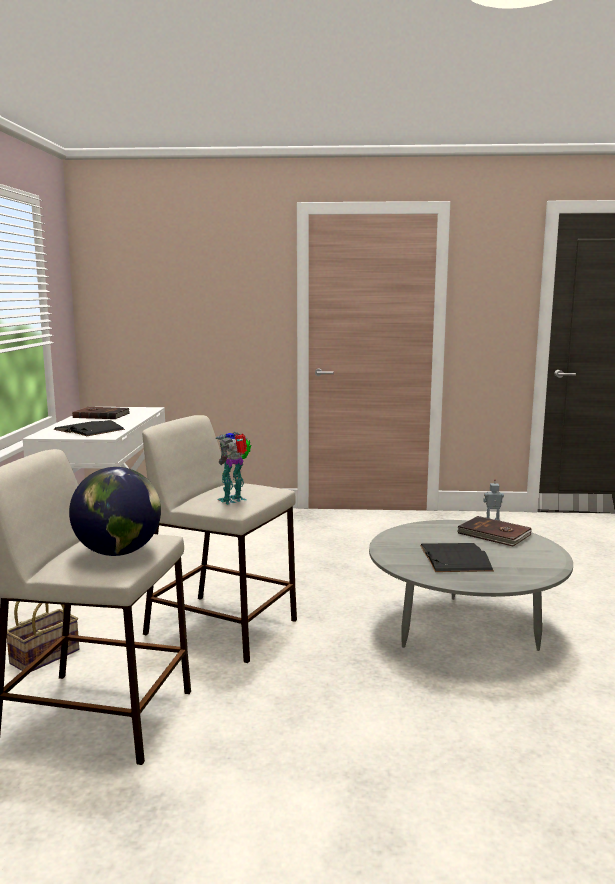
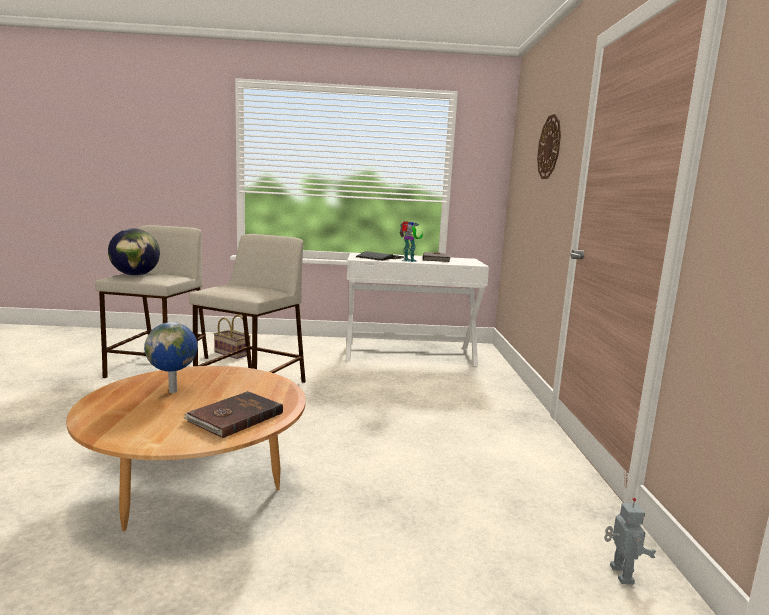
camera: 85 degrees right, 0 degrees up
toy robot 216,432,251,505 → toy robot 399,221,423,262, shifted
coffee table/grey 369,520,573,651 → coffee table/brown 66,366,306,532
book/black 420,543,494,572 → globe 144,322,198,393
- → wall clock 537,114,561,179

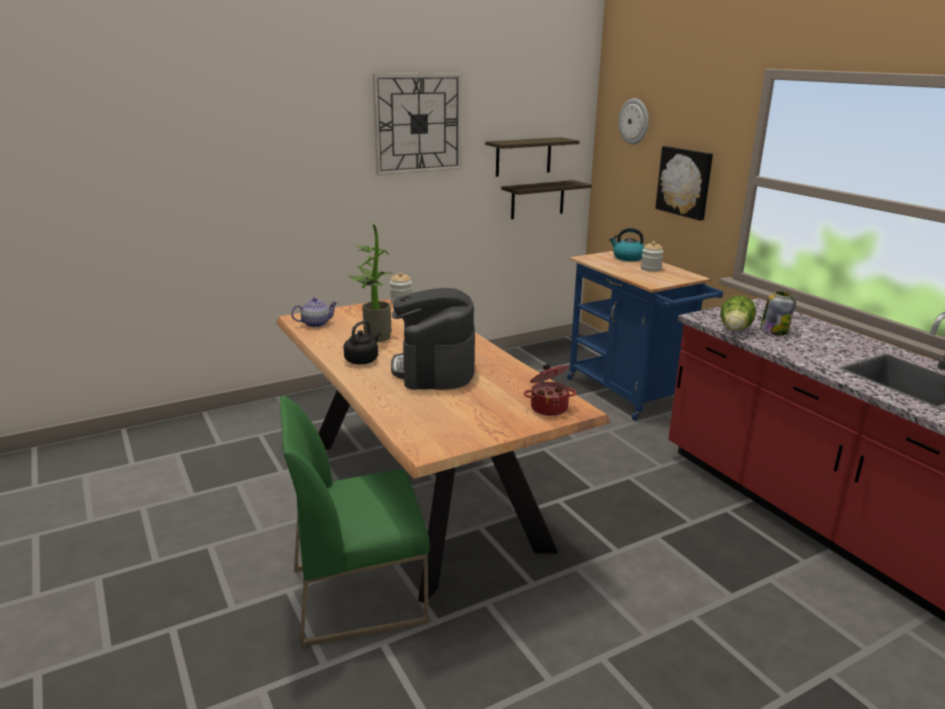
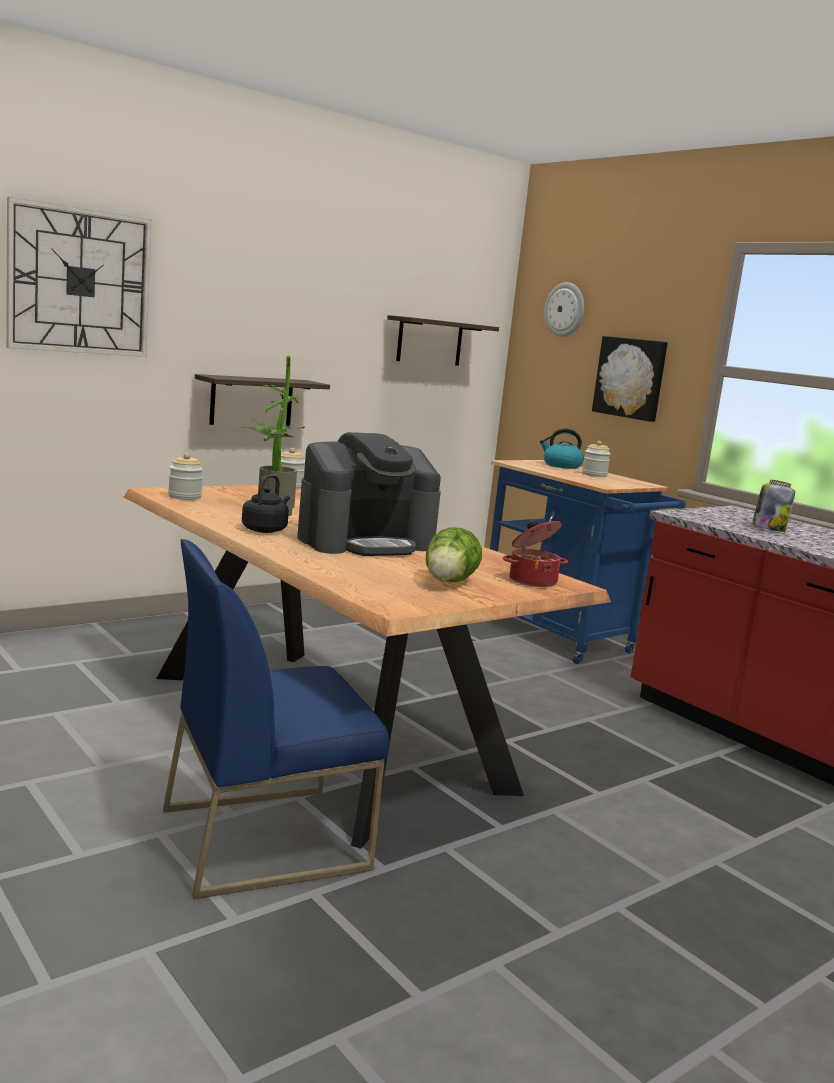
camera: 10 degrees left, 10 degrees down
chair/green 280,396,430,647 → chair/blue 163,539,389,899
teapot 291,297,338,327 → jar 168,453,203,500
wall clock 373,73,462,175 → wall clock 6,197,152,357, shifted
coffee machine 391,288,475,390 → coffee machine 297,432,441,556, 105 degrees counterclockwise
shelf 501,180,592,219 → shelf 195,374,330,426, shifted
lettuce 720,296,756,331 → lettuce 426,527,482,582, shifted

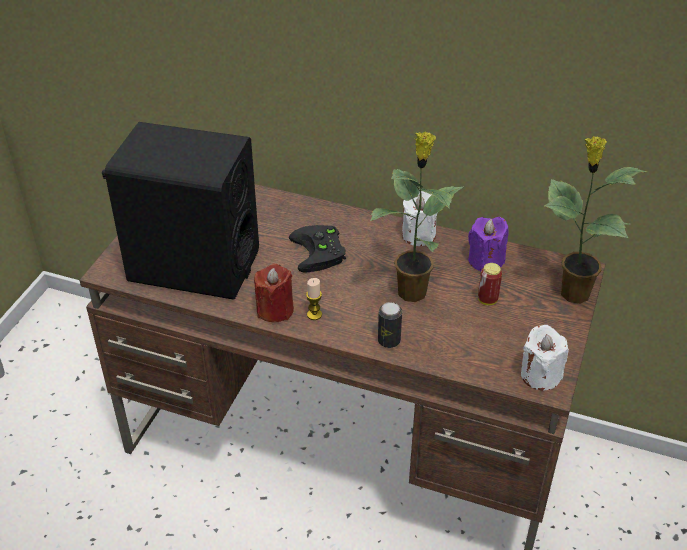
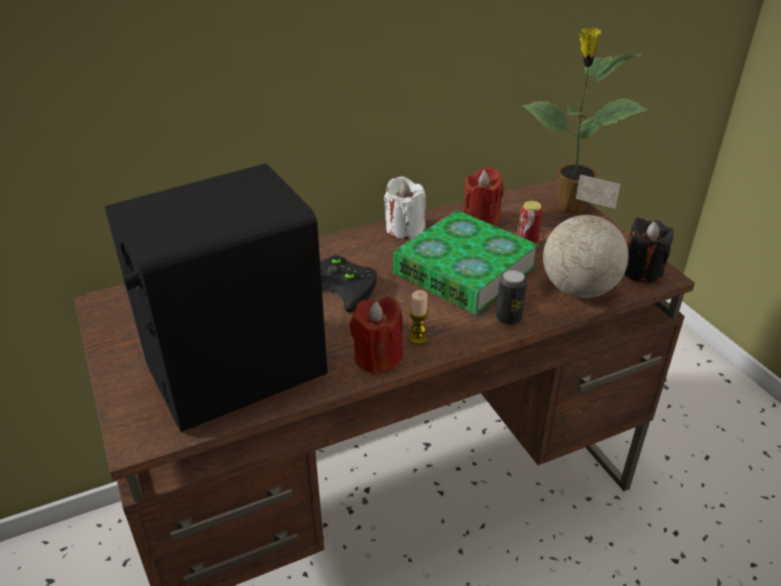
camera: 45 degrees left, 5 degrees down
potted plant 370,131,464,302 → book 393,210,538,314
candle/purple 468,217,508,272 → candle/red 464,167,504,226
candle/white 521,325,569,391 → candle/black 624,217,674,284
- → globe 543,175,628,298

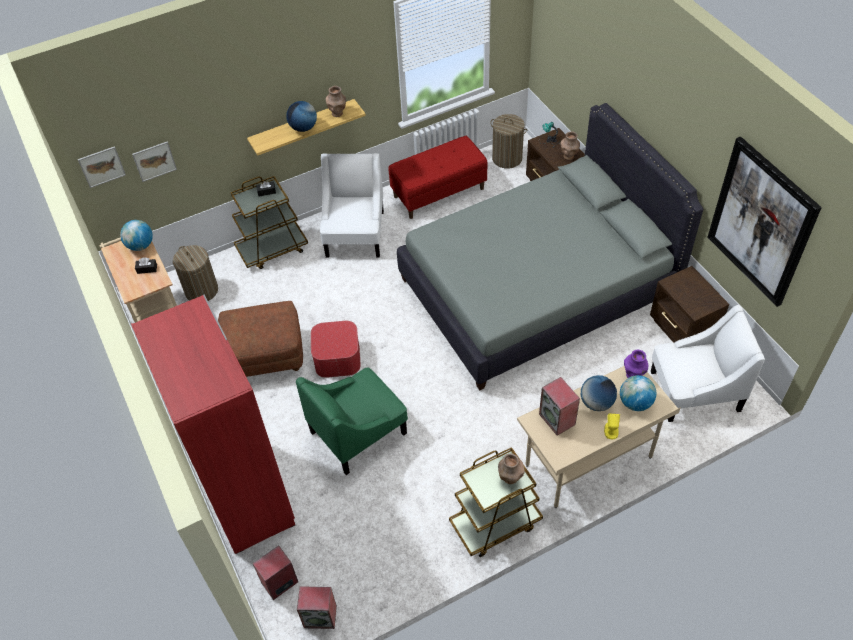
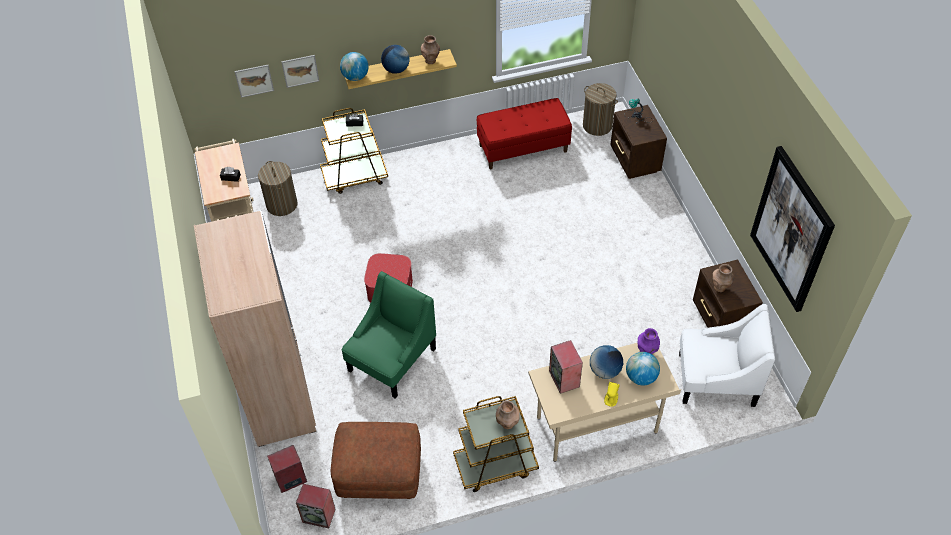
camera: 10 degrees right, 0 degrees up
picture 78,146,126,188 → picture 281,55,319,88, shifted
globe 120,220,153,251 → globe 340,52,369,81, shifted
wardrobe/red 131,295,295,554 → wardrobe/beige 194,210,316,447
ottoman/brown 218,301,303,377 → ottoman/brown 331,422,421,499, shifted
armchair/green 296,368,408,475 → armchair/green 342,271,436,399, 150 degrees clockwise
armchair/white 320,153,384,258 → -
bed/grey 397,103,703,391 → -
vase/brown 561,131,580,160 → vase/brown 712,264,734,292, shifted

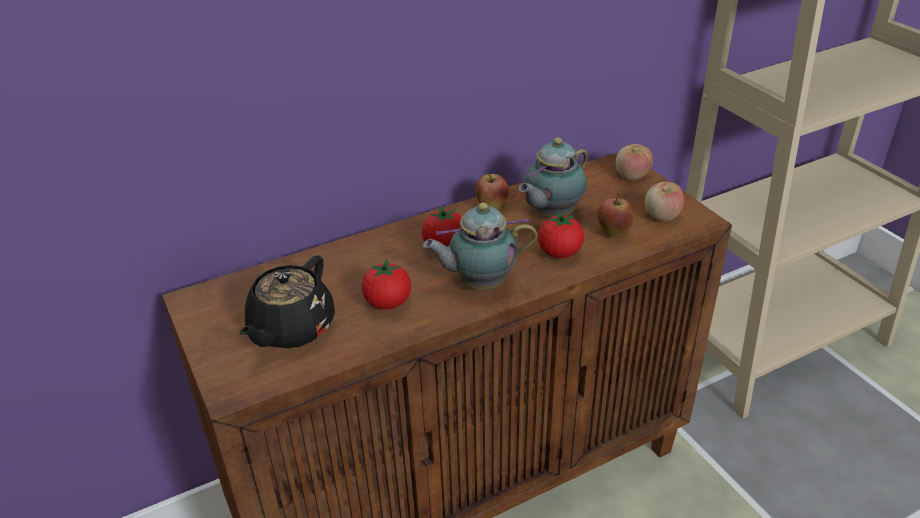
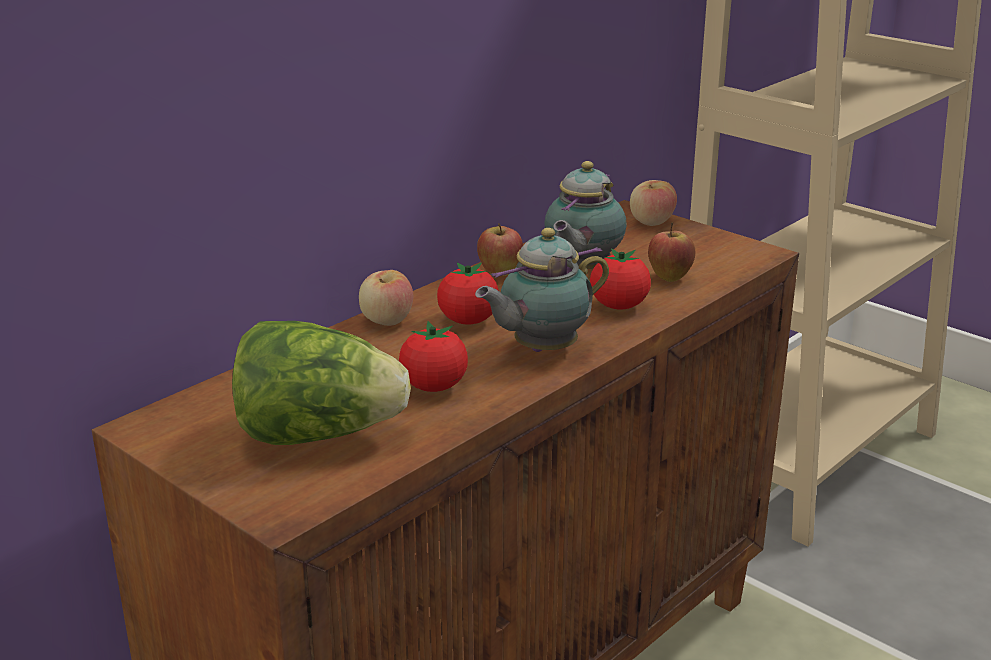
camera: 20 degrees left, 10 degrees down
teapot/black 239,255,335,348 → lettuce 232,321,411,445
apple 645,182,684,221 → apple 359,270,413,326, shifted

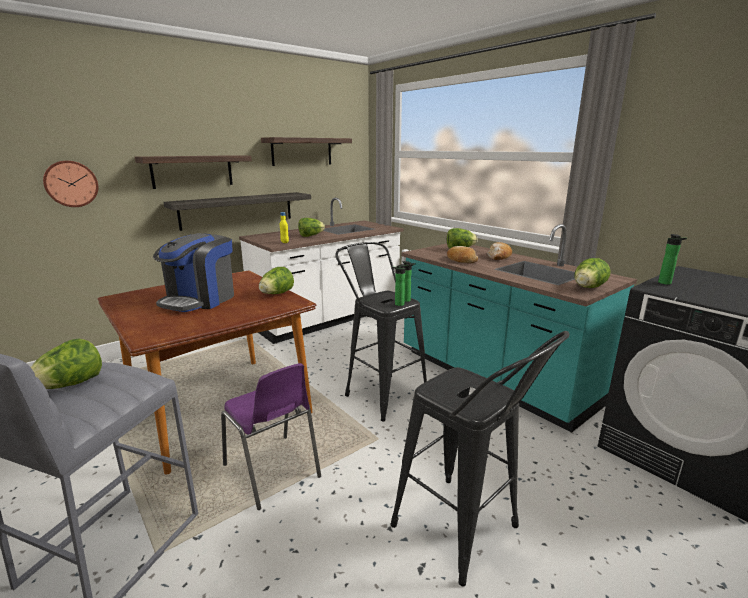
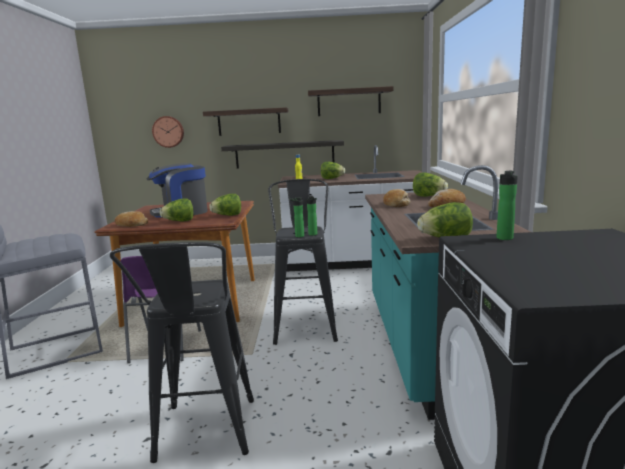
camera: 40 degrees right, 5 degrees down
lettuce 31,338,102,389 → lettuce 160,199,194,221, shifted
- → bread 115,211,148,227

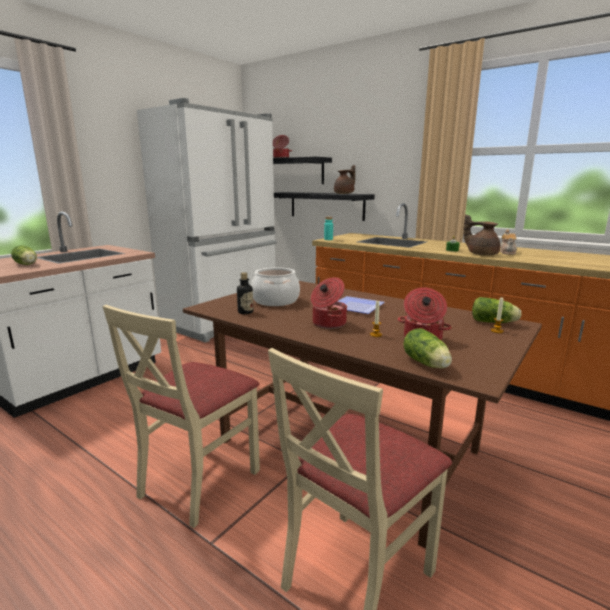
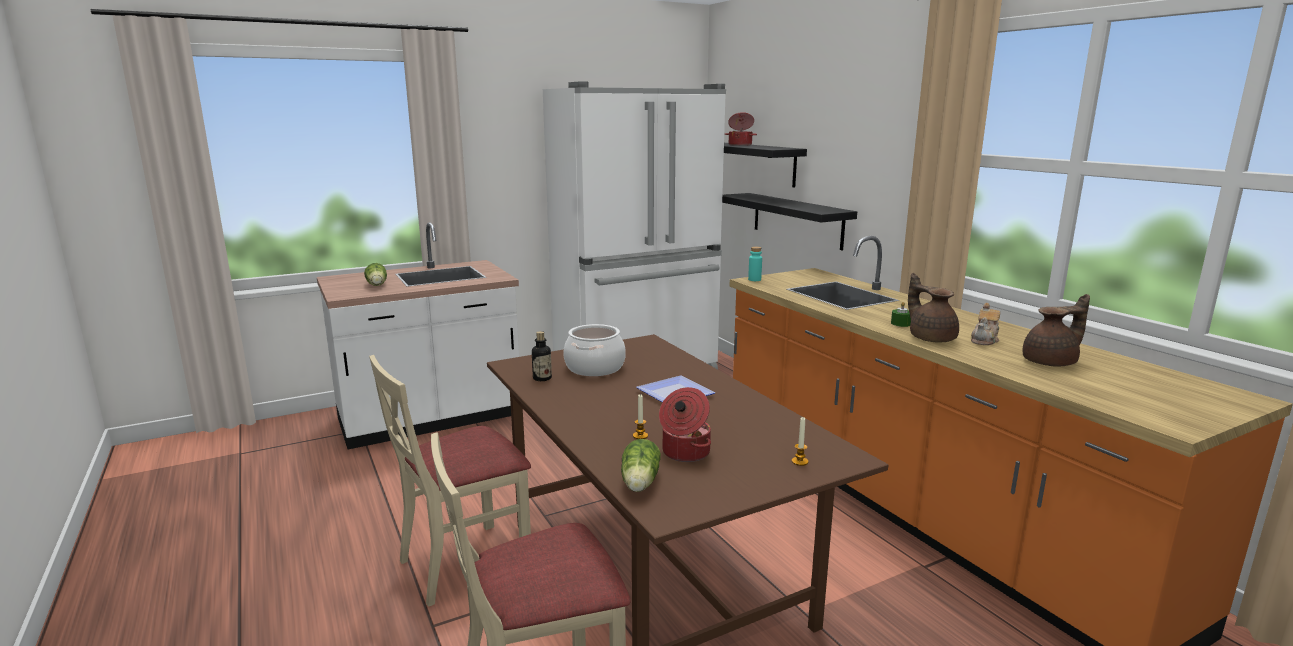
camera: 25 degrees right, 0 degrees up
cooking pot 311,277,347,329 → -
teapot/brown 334,165,355,194 → teapot/brown 1023,294,1090,366, shifted
lettuce 472,297,522,323 → -

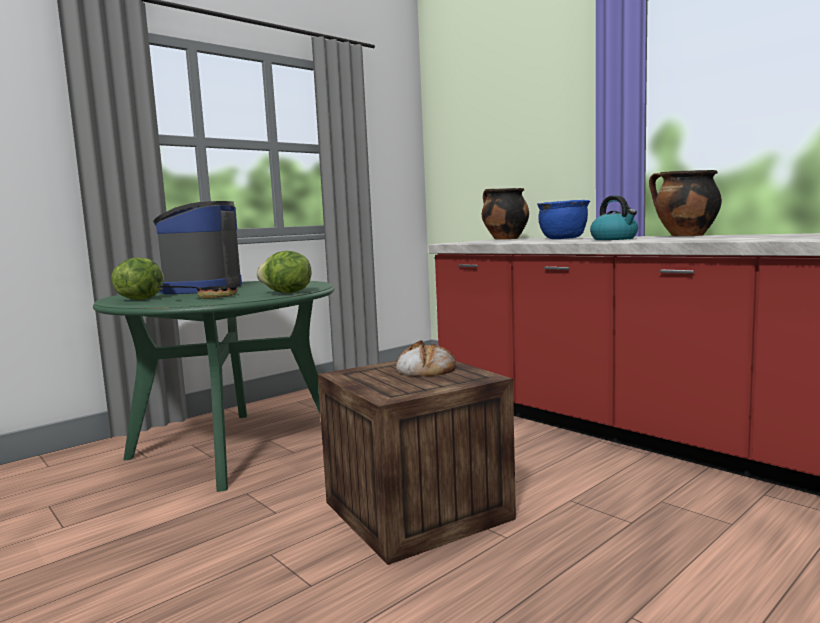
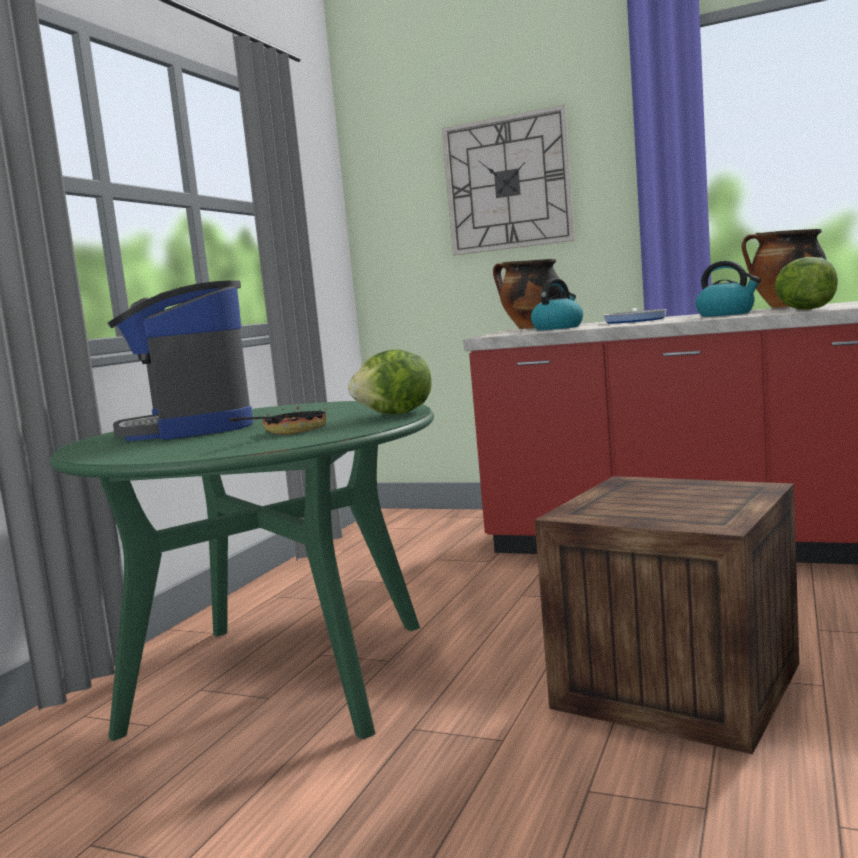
camera: 25 degrees left, 0 degrees up
lettuce 111,258,164,300 → lettuce 775,257,838,310, shifted
bread 396,340,456,377 → -
cooking pot/blue 537,200,590,239 → frying pan 603,308,667,323
- → wall clock 442,105,575,255
- → kettle 531,278,583,330

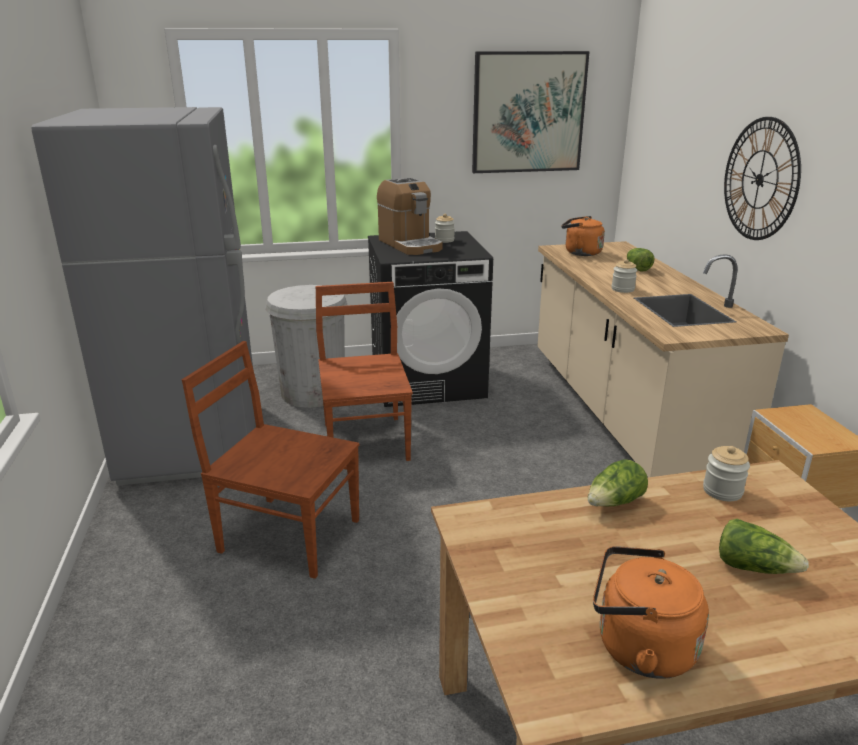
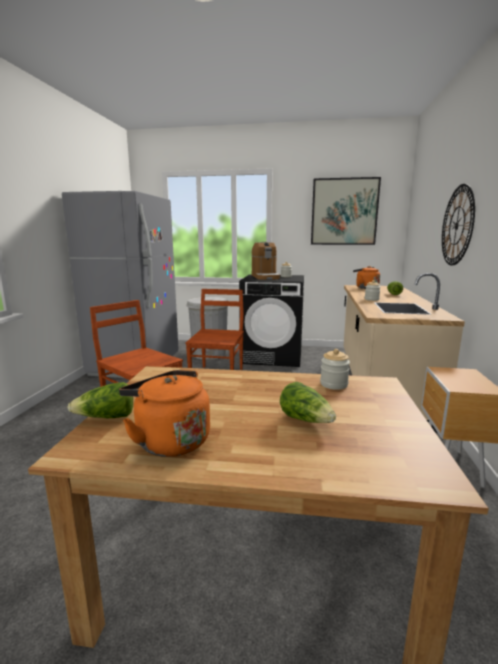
camera: 20 degrees right, 10 degrees down
lettuce 588,459,648,506 → lettuce 67,382,133,418, shifted

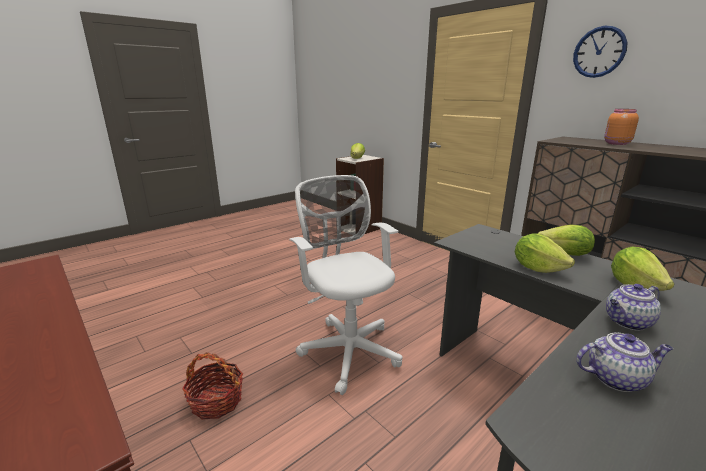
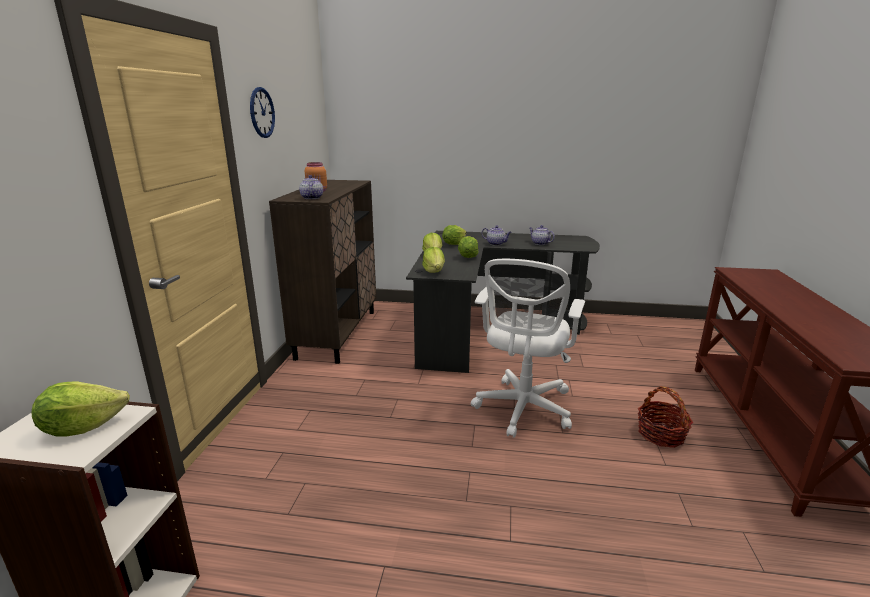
camera: 130 degrees left, 0 degrees up
- → teapot 299,175,323,199
- → lettuce 422,247,445,273

